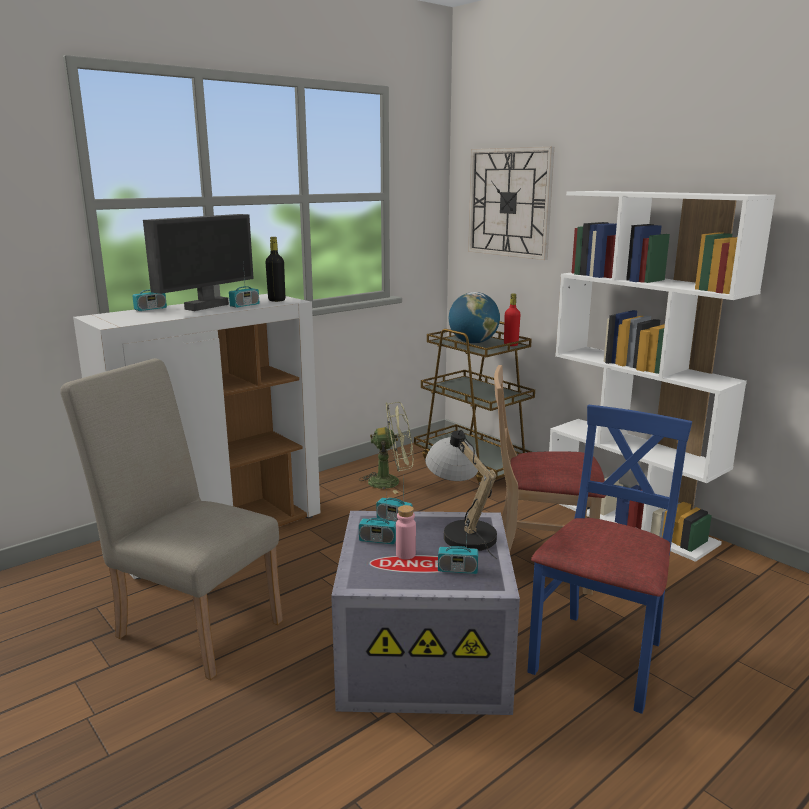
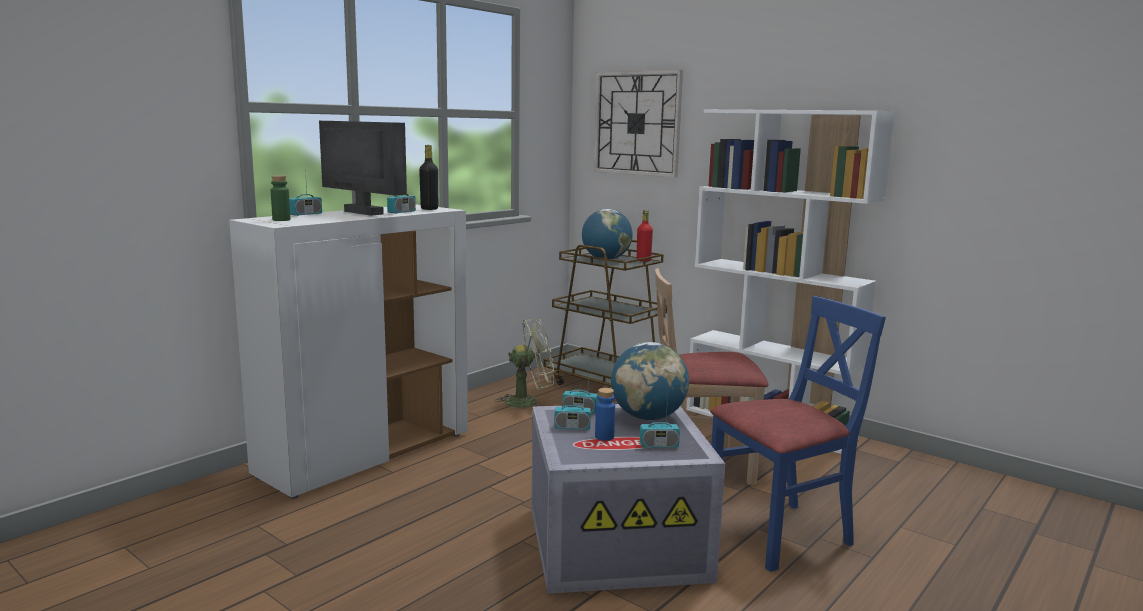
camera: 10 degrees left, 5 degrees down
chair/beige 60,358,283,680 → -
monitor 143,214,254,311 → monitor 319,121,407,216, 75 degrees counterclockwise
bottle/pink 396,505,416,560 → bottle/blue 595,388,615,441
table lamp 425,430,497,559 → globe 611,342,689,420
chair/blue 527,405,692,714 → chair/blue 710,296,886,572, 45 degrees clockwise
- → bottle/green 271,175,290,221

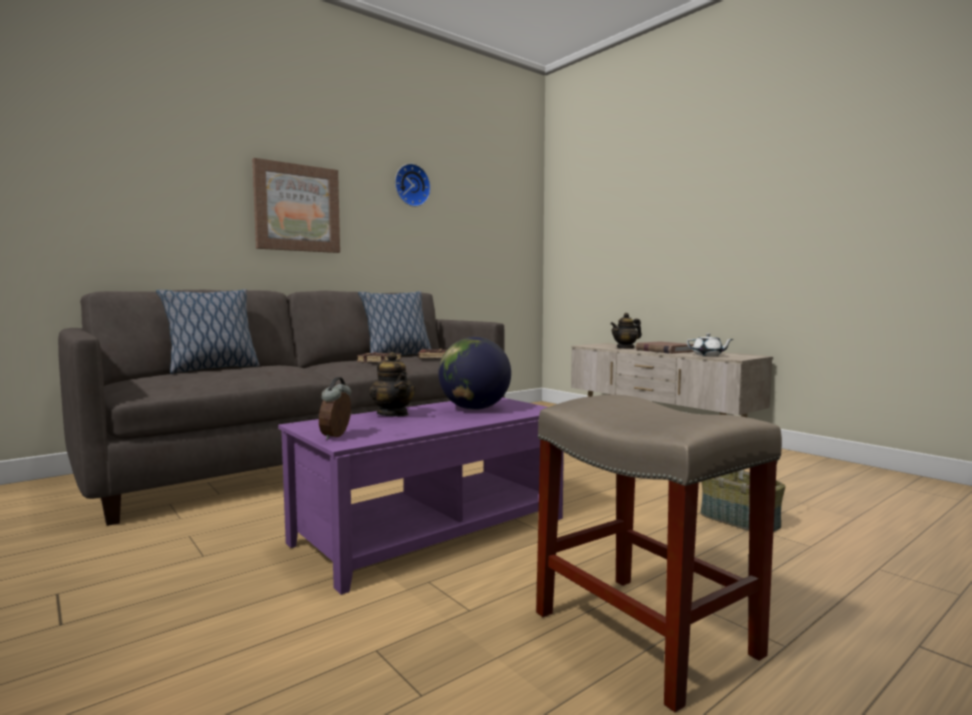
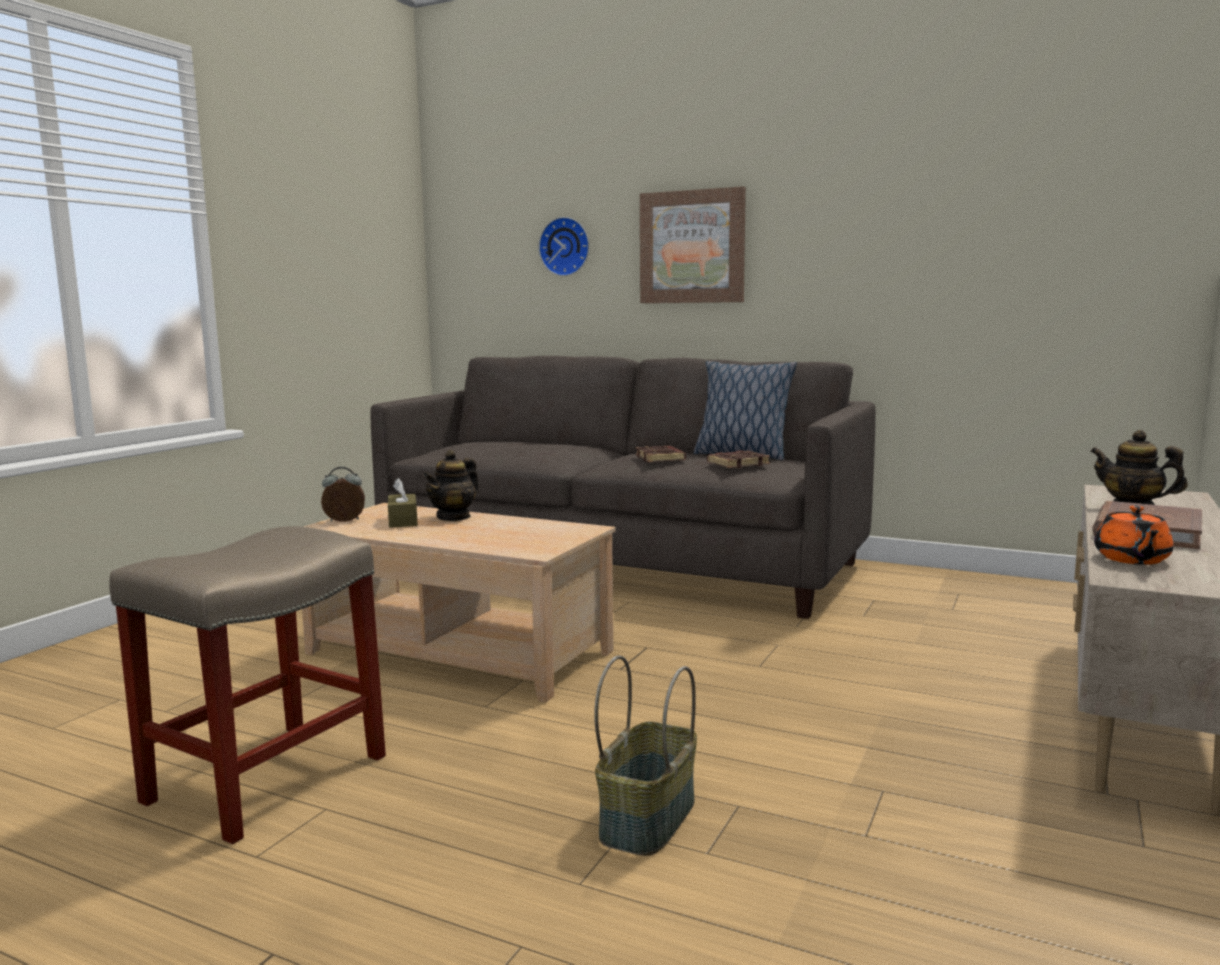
camera: 65 degrees right, 5 degrees up
pillow 156,289,260,374 → -
coffee table/purple 278,397,564,595 → coffee table/beige 302,503,616,703
wall clock 395,163,431,207 → wall clock 539,217,589,276, shifted
globe 438,337,511,410 → -
teapot/white 686,333,733,356 → teapot/orange 1094,506,1174,565
- → tissue box/brown 388,478,418,528

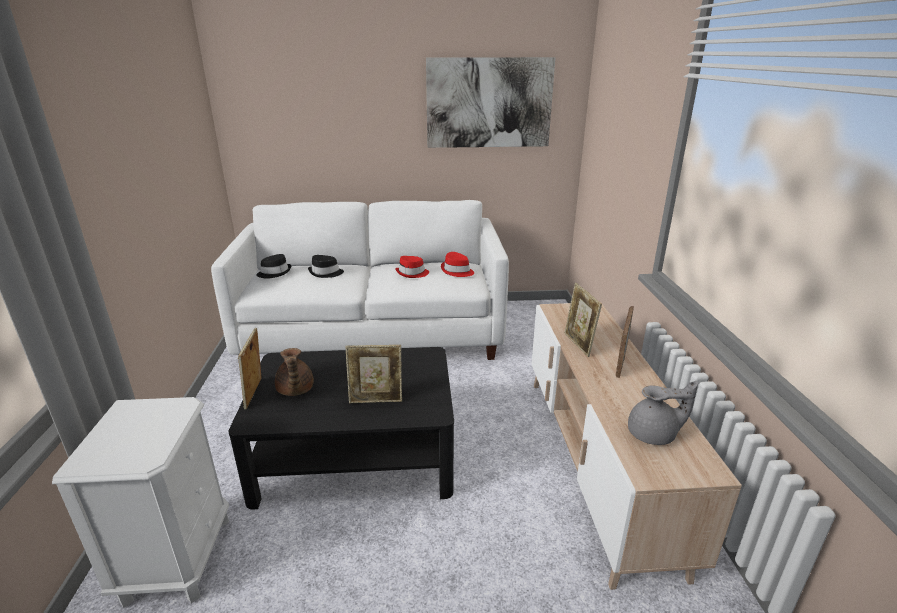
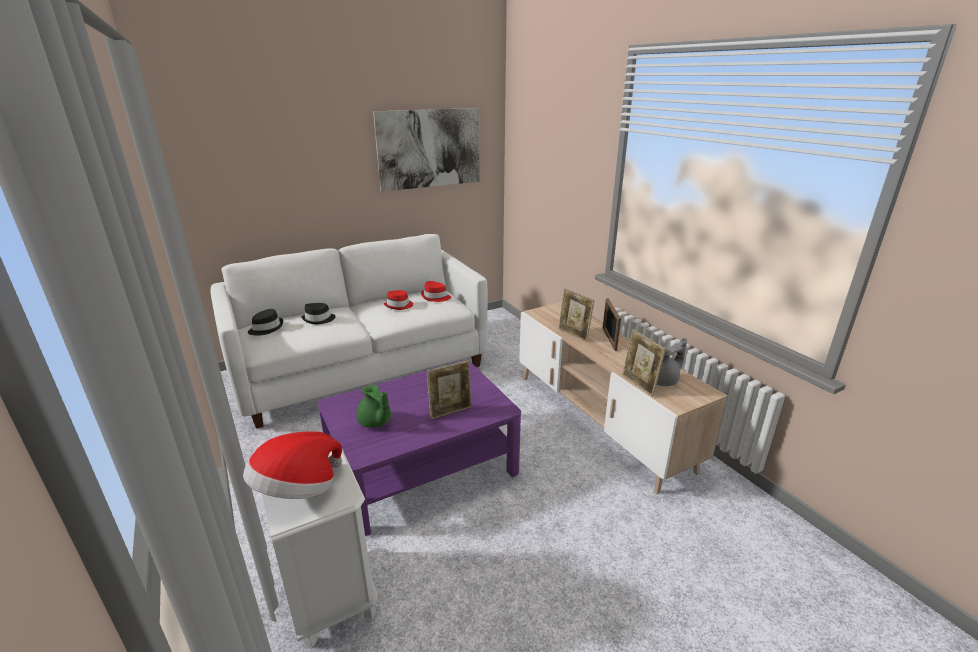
camera: 25 degrees left, 0 degrees up
coffee table/black 228,347,454,509 → coffee table/purple 318,361,521,536
picture frame 238,328,261,409 → picture frame 622,329,666,397, shifted
teapot/brown 275,348,314,396 → teapot/green 356,385,391,428
- → hat 243,431,342,499

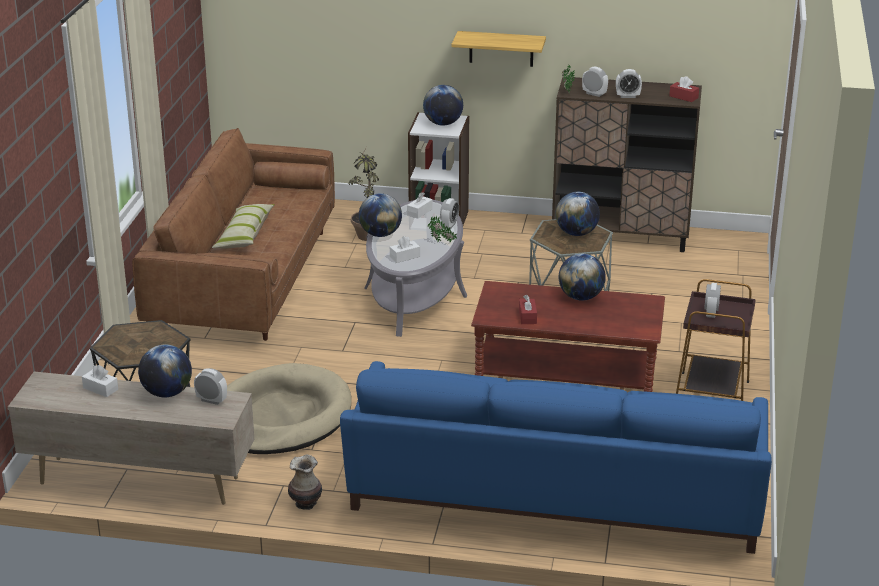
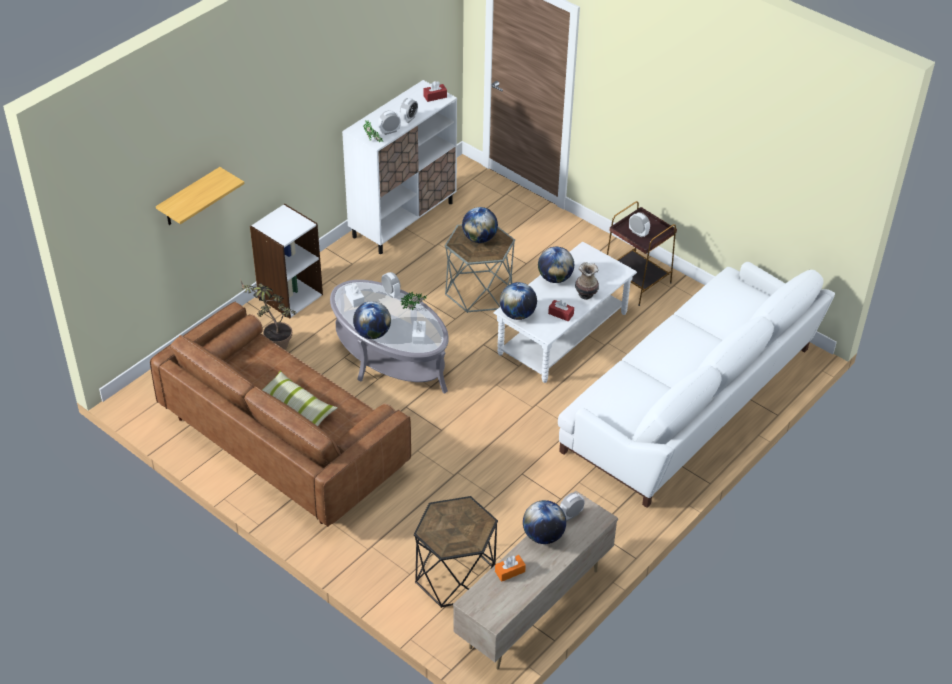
camera: 60 degrees left, 15 degrees up
tissue box/white 82,365,118,397 → tissue box/orange 495,555,526,582
dog bed/beige 227,363,351,454 → -
vase 288,455,322,510 → vase 575,262,599,300, shifted
sofa/blue 340,361,772,554 → sofa/white 558,262,835,508
globe 423,85,463,126 → globe 500,282,537,320, shifted
shelf 451,31,546,67 → shelf 156,167,244,225, shifted
coffee table/brown 471,281,665,392 → coffee table/white 494,242,637,383
cabinet/brown 552,77,702,252 → cabinet/white 342,80,457,254

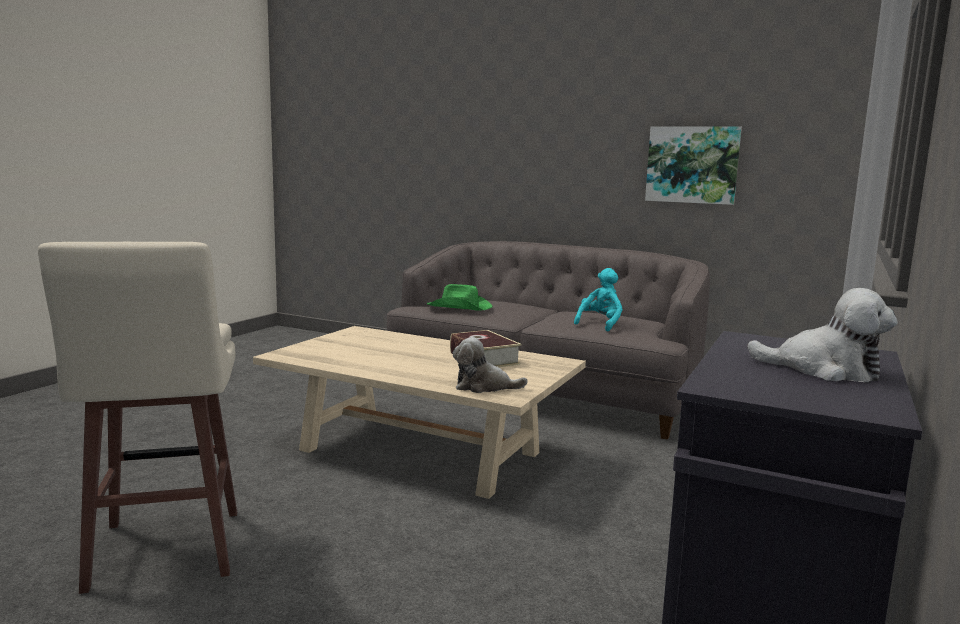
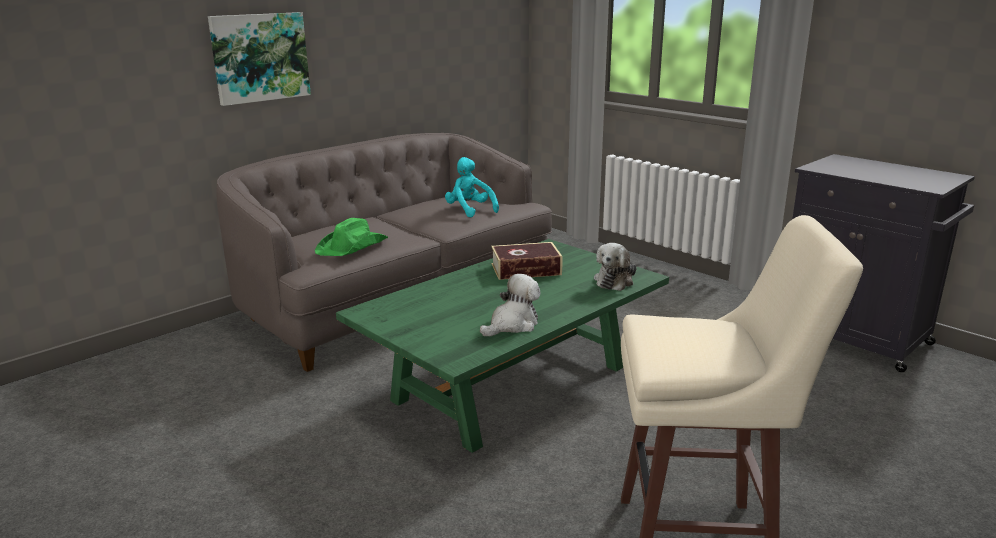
camera: 70 degrees left, 10 degrees up
coffee table/beige 253,326,586,499 → coffee table/green 336,239,669,453
picture 645,126,742,205 → picture 208,12,311,106, shifted
plush toy 747,288,898,382 → plush toy 480,274,541,336, shifted

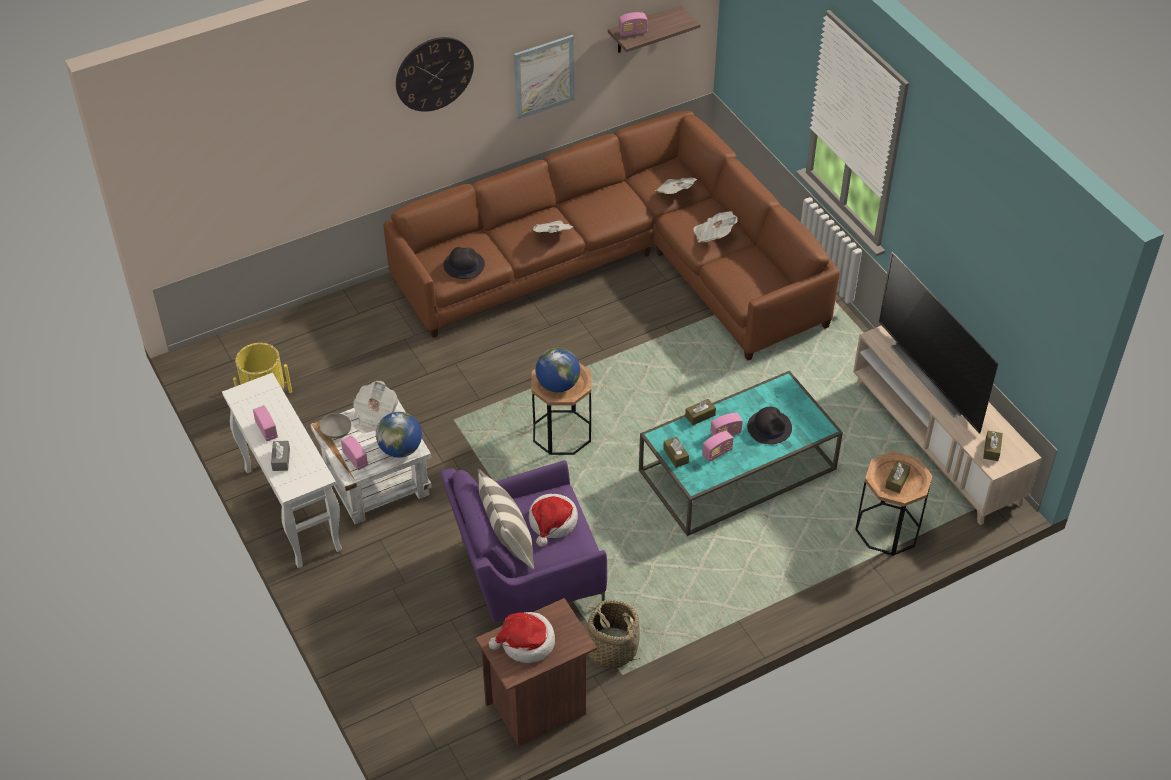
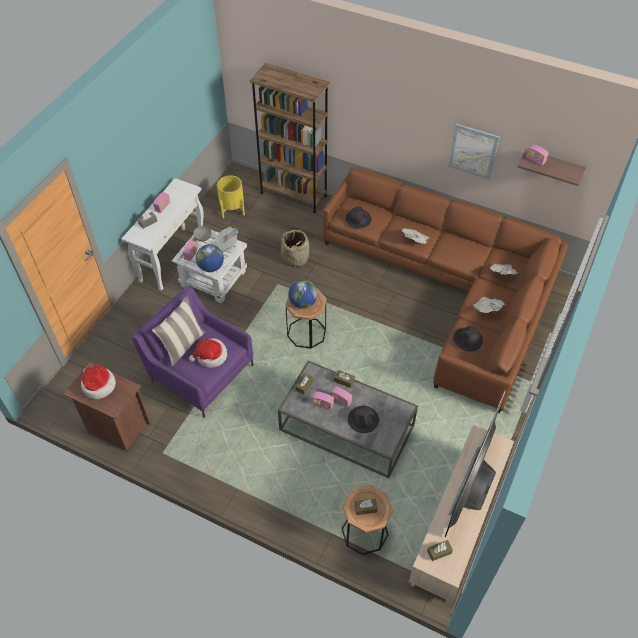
camera: 55 degrees right, 5 degrees up
wall clock 396,37,474,112 → -
basket 581,599,640,668 → basket 281,230,309,268, shifted
coffee table/turquoise 639,371,843,536 → coffee table/grey 278,361,418,478
- → bookcase/brown 250,63,330,213
- → hat/black 453,326,483,351

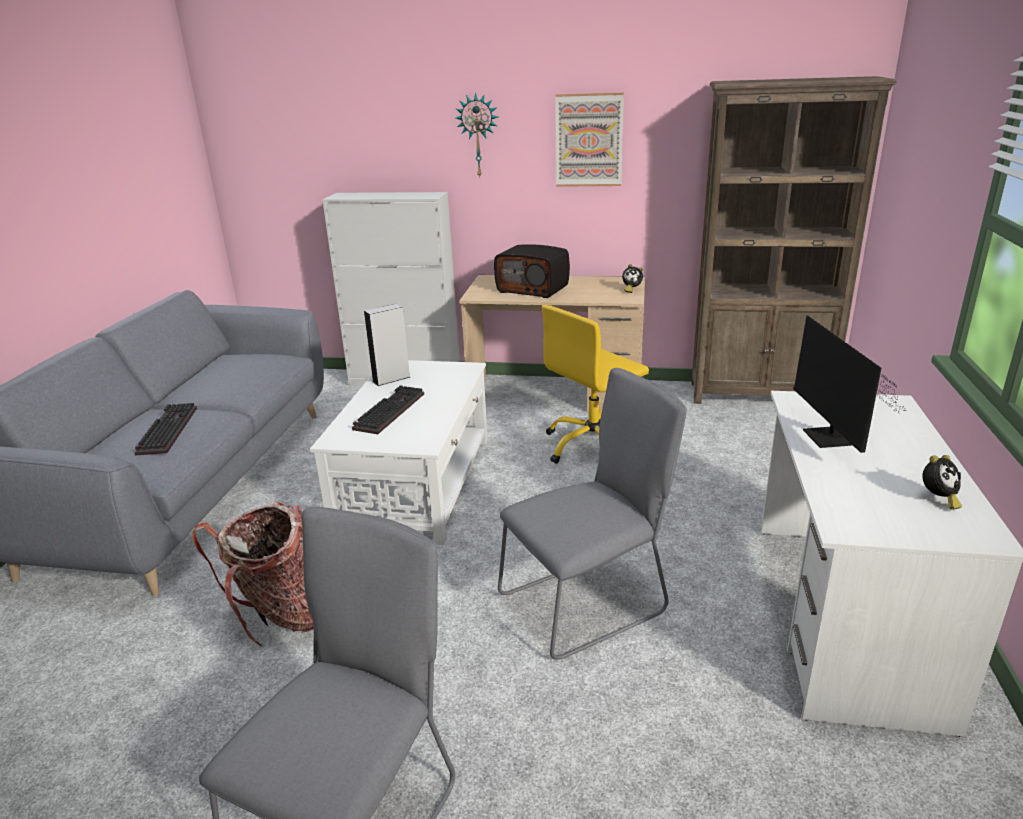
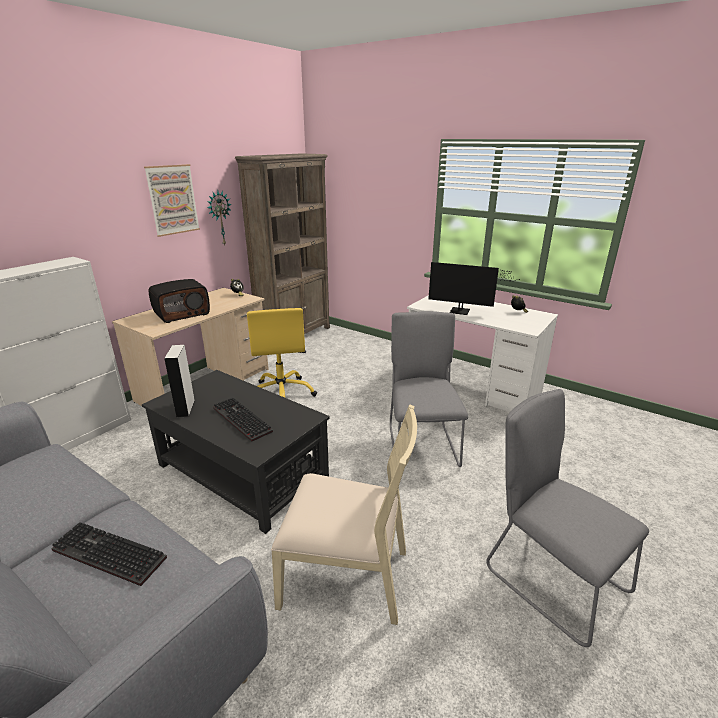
camera: 65 degrees left, 0 degrees up
backpack 191,501,314,647 → chair/beige 271,404,417,625
coffee table/white 310,360,488,545 → coffee table/black 142,370,330,534
wall clock 456,93,498,179 → wall clock 207,190,232,246, shifted

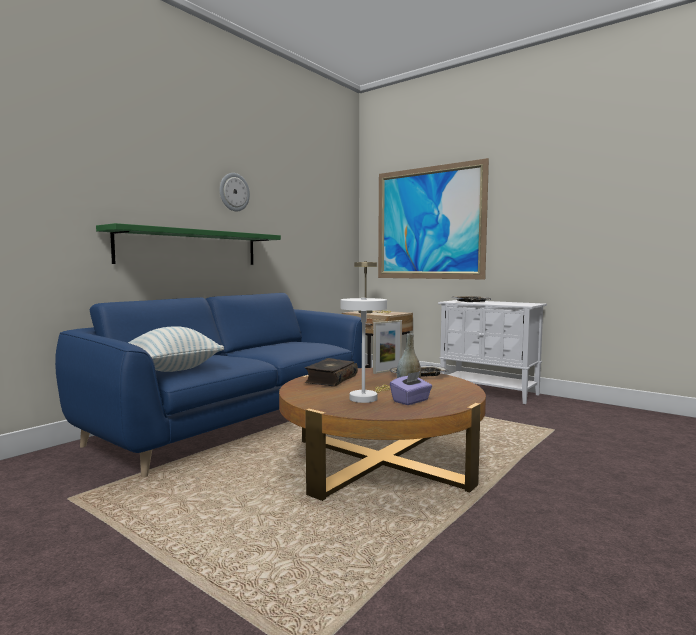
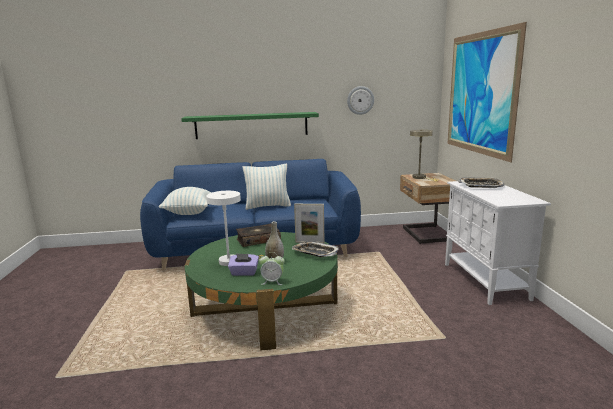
camera: 45 degrees right, 10 degrees up
wall clock 220,173,250,211 → wall clock 347,86,374,115, shifted
coffee table/brown 279,368,486,501 → coffee table/green 185,232,338,351
- → pillow 243,164,291,210
- → alarm clock 259,252,285,285

